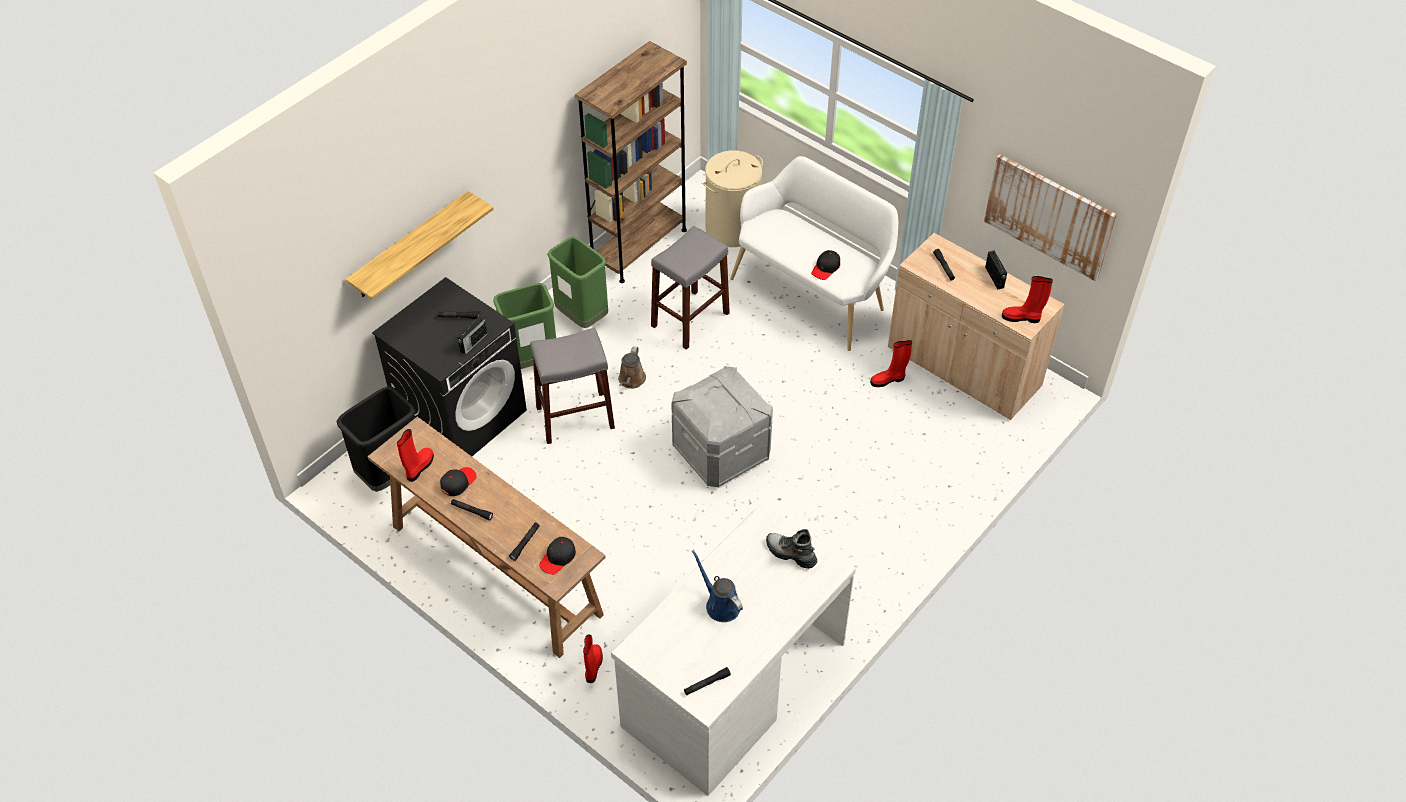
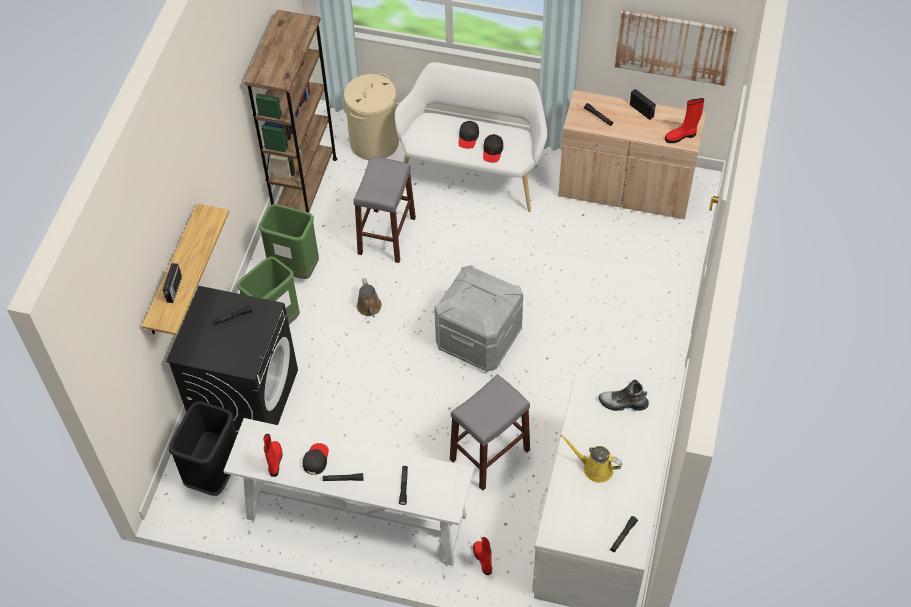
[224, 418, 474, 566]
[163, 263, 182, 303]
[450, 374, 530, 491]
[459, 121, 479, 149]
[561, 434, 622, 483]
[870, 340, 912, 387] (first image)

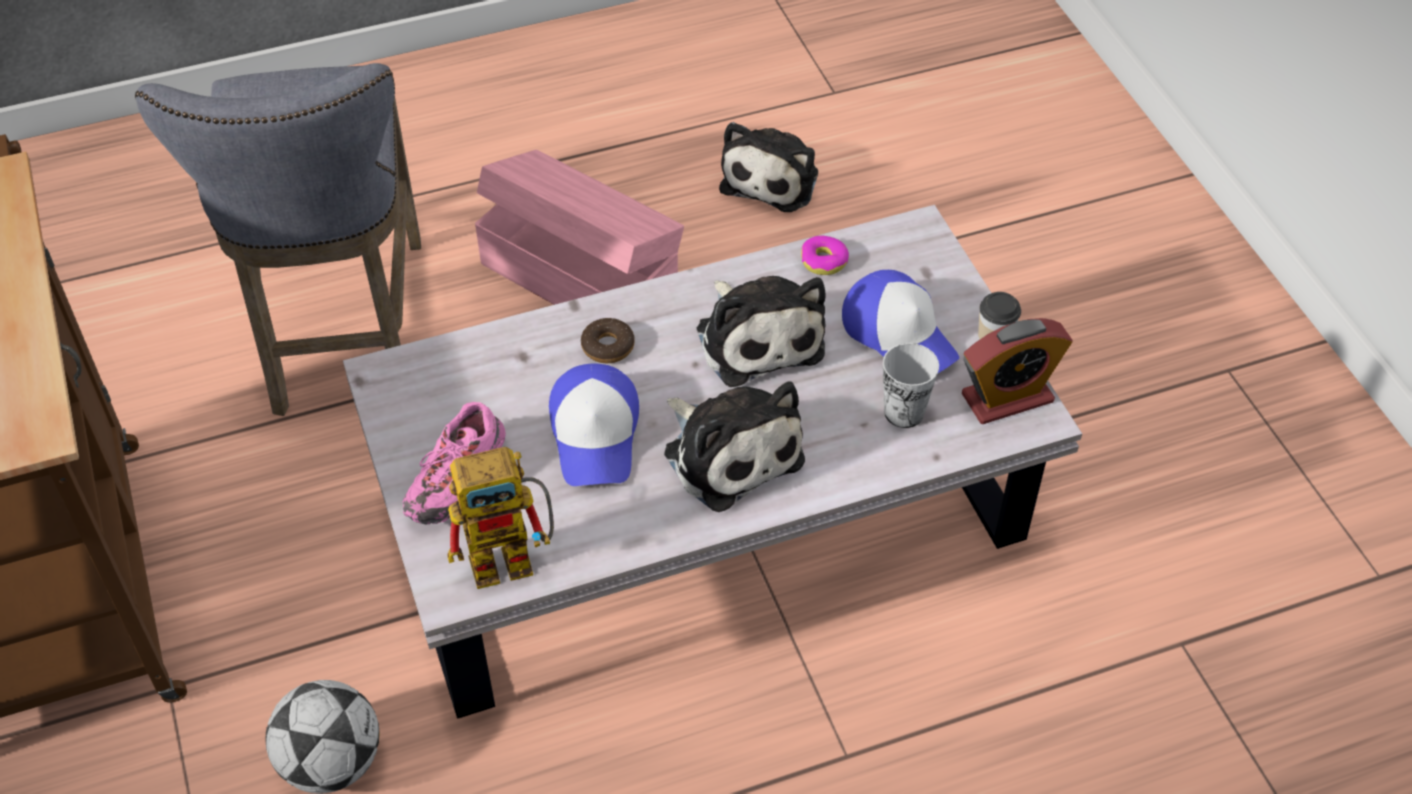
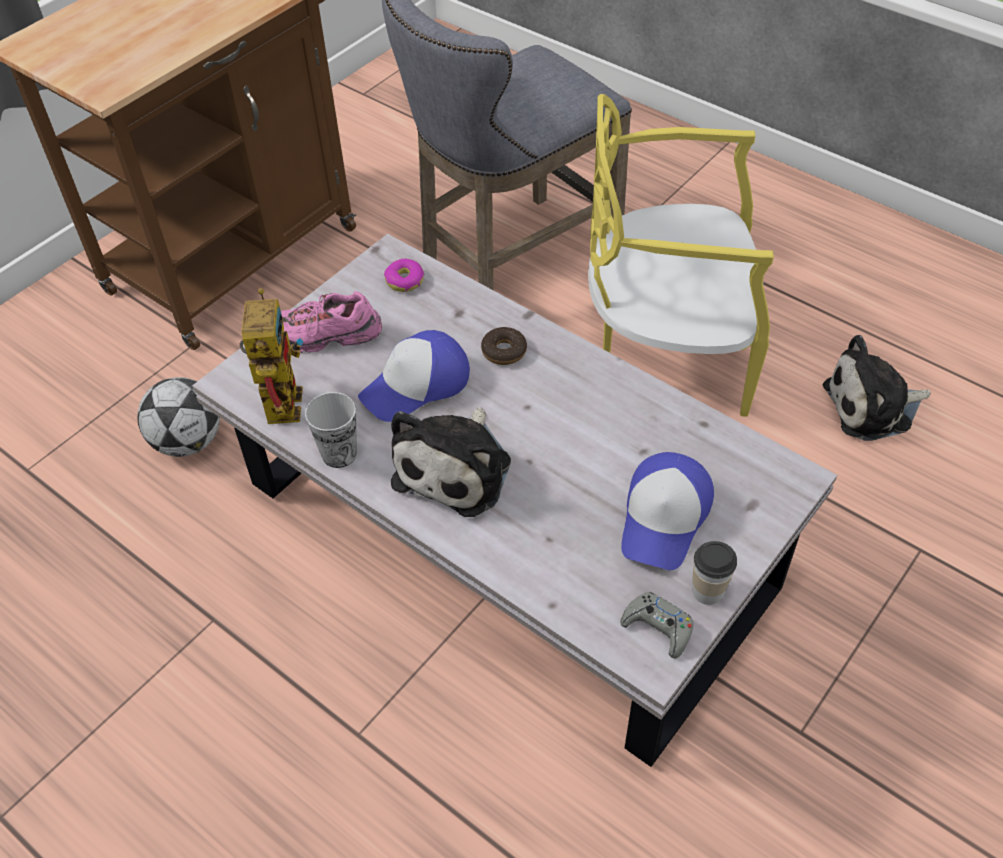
[239, 288, 303, 424]
[588, 94, 774, 416]
[697, 276, 826, 387] (first image)
[384, 259, 425, 292]
[305, 392, 357, 468]
[620, 592, 694, 658]

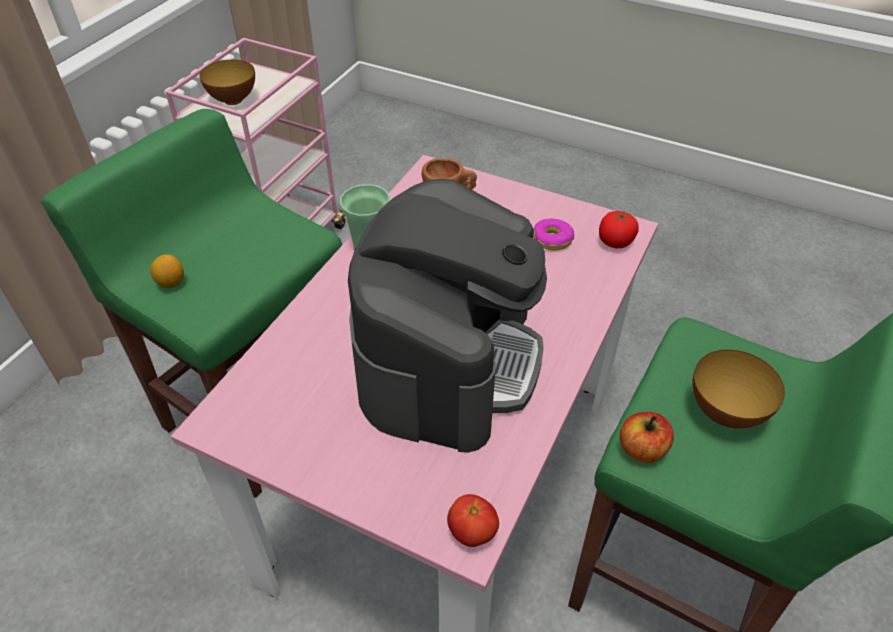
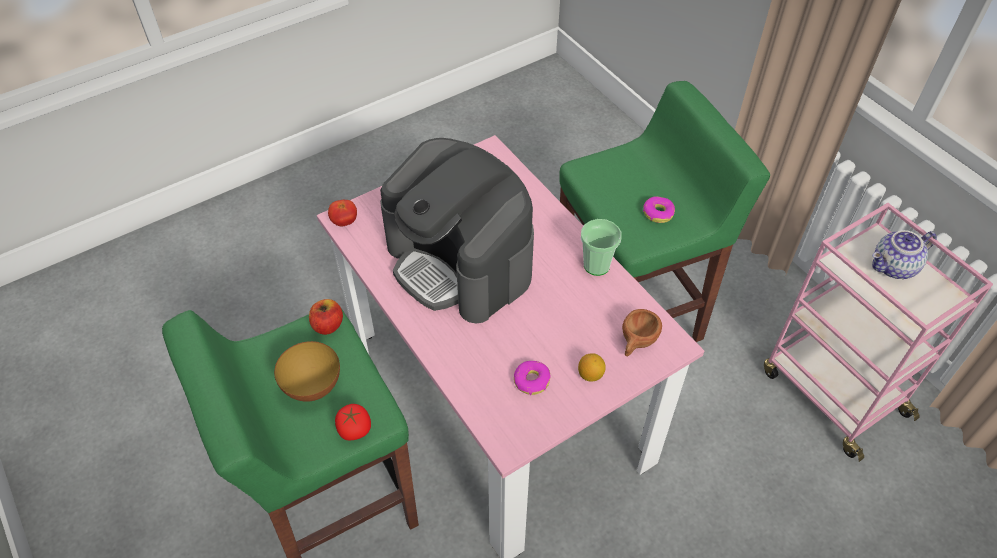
[578, 353, 606, 382]
[872, 230, 937, 279]
[335, 404, 371, 440]
[643, 196, 675, 223]

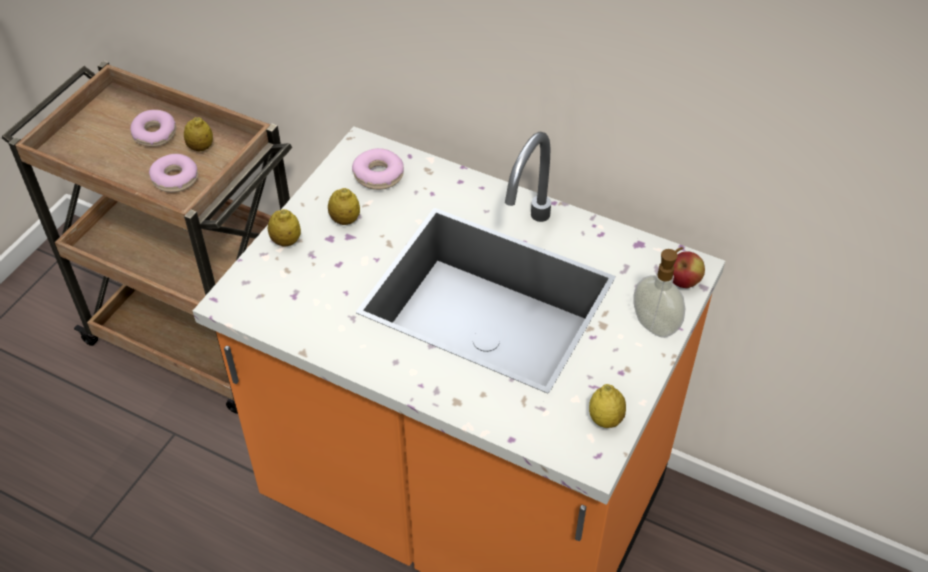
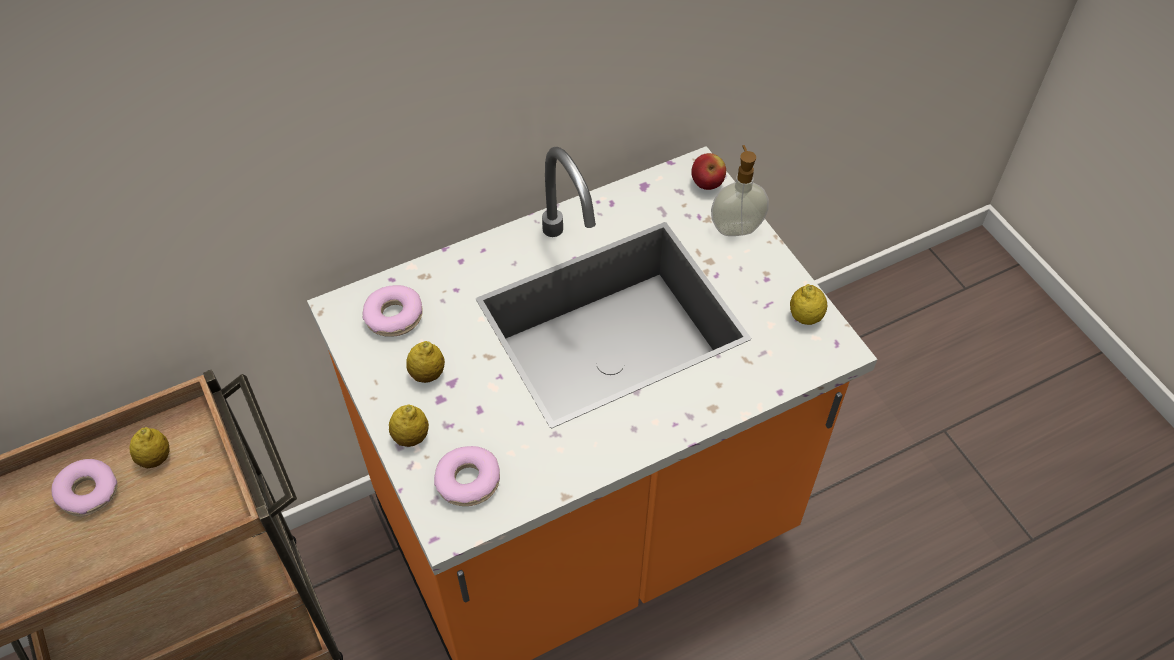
[434, 446, 500, 506]

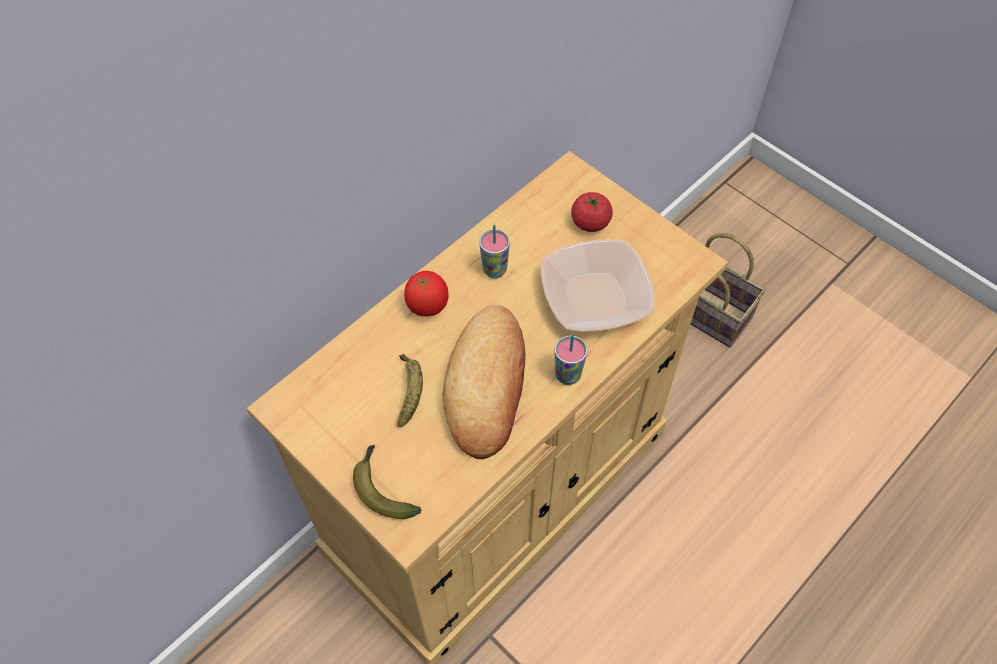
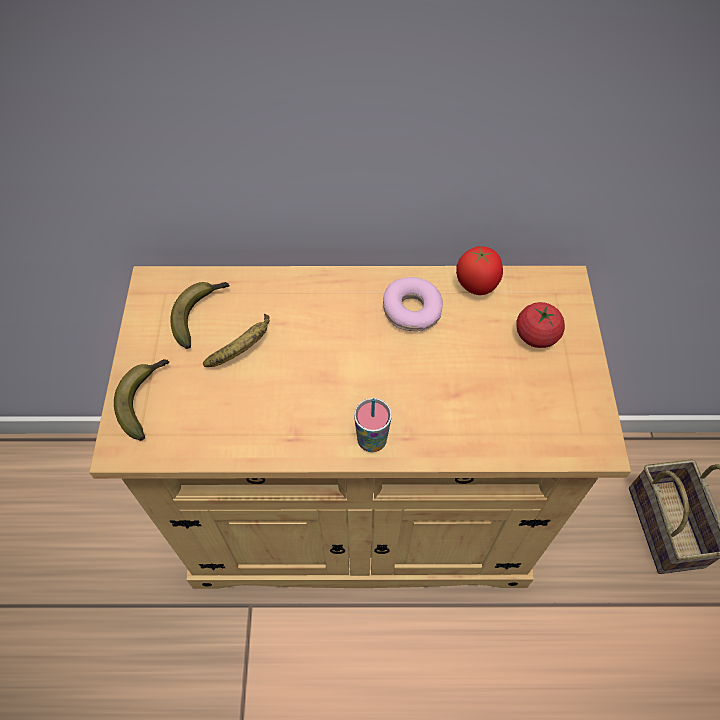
[456, 246, 503, 295]
[442, 305, 526, 459] (first image)
[383, 277, 443, 331]
[541, 239, 655, 332] (first image)
[171, 282, 230, 349]

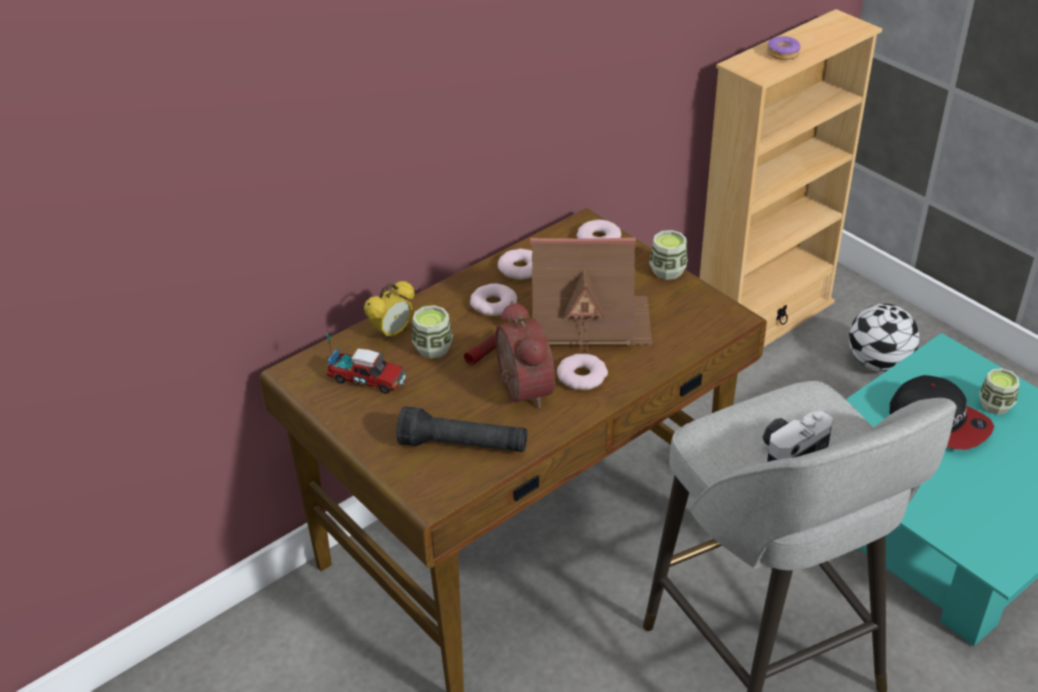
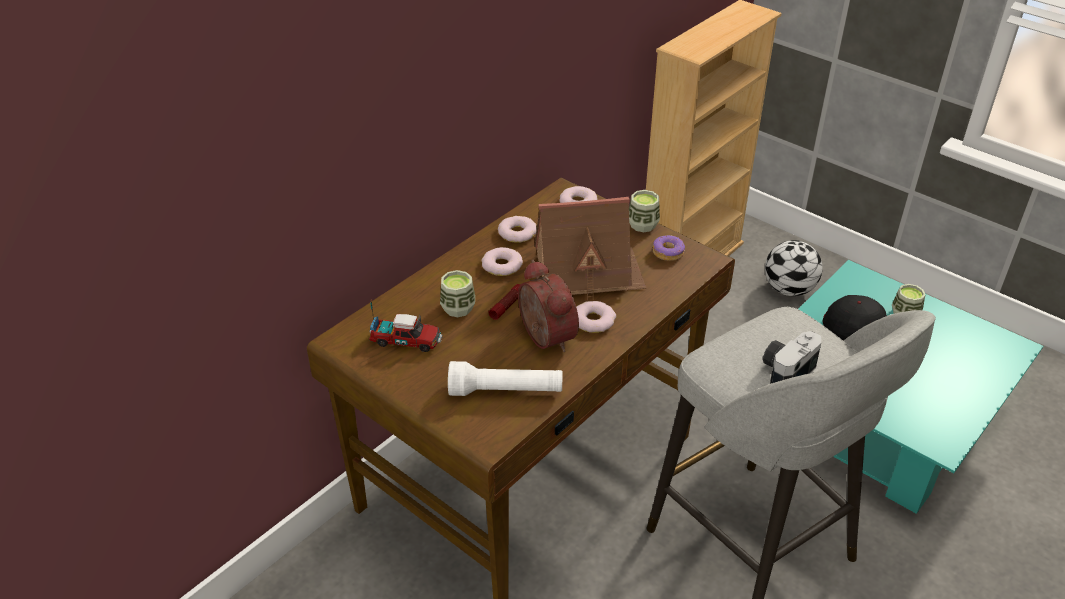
[364, 281, 415, 341] (first image)
[448, 361, 563, 396]
[653, 235, 685, 261]

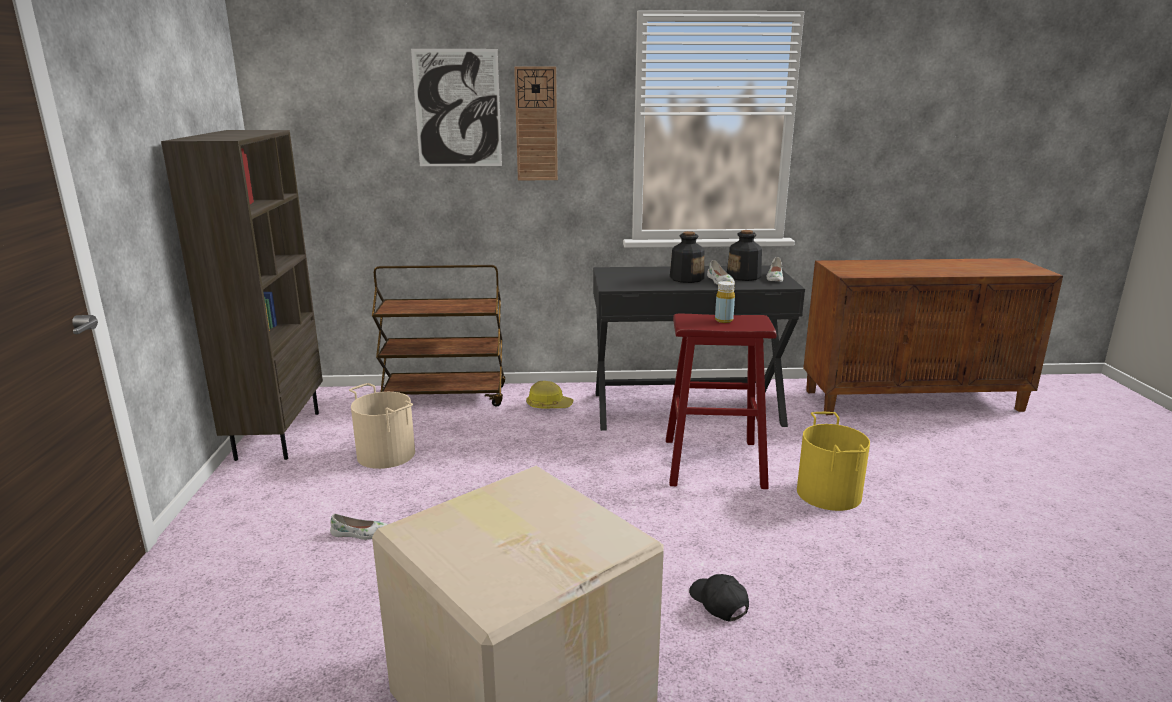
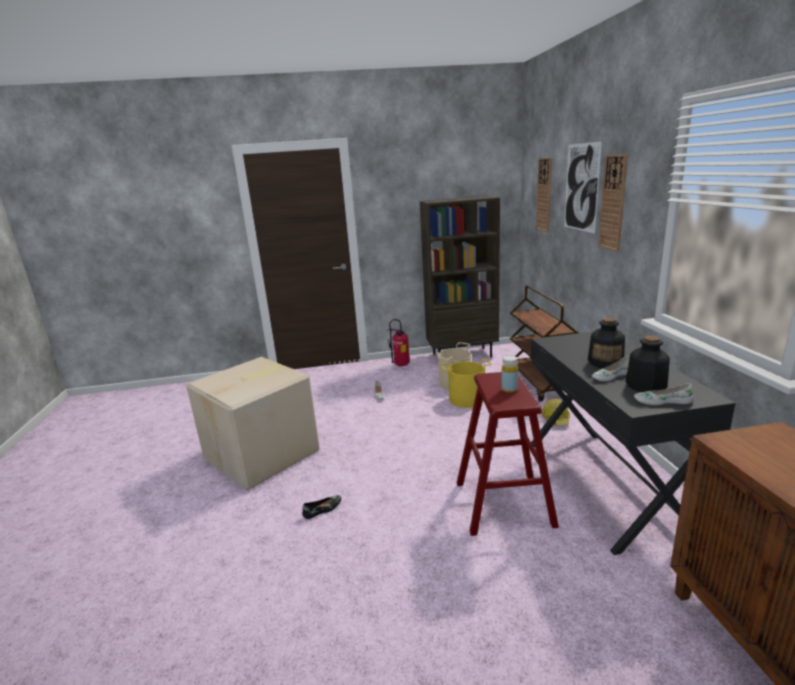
[302, 495, 341, 519]
[441, 359, 491, 408]
[387, 319, 410, 366]
[536, 158, 552, 232]

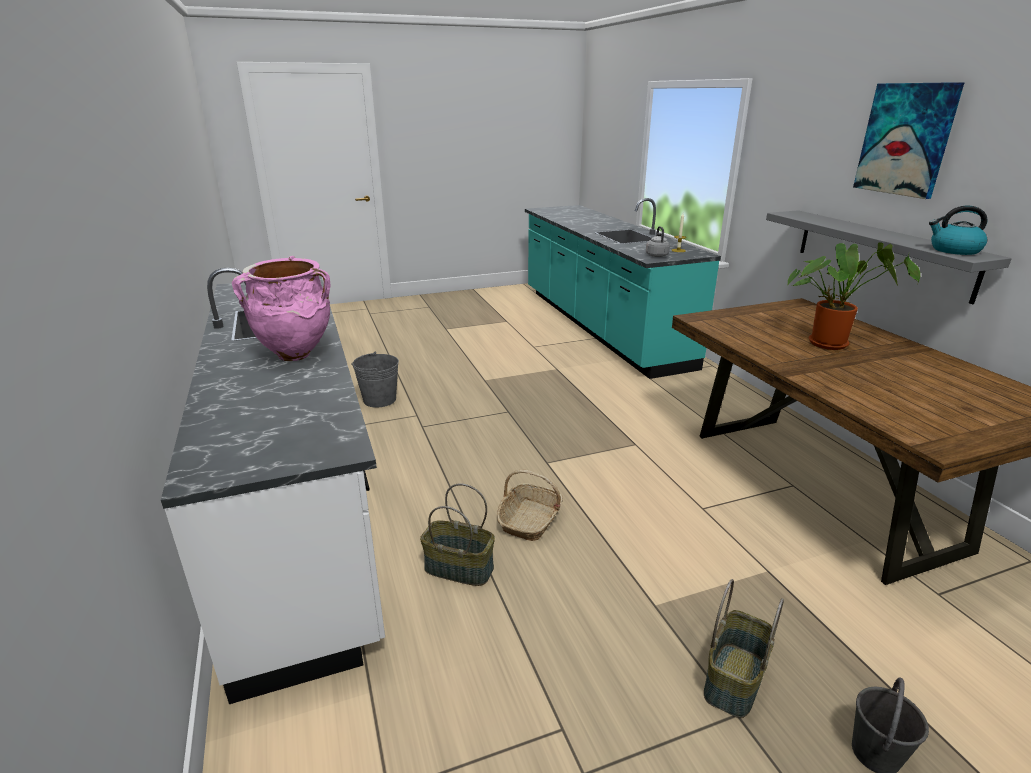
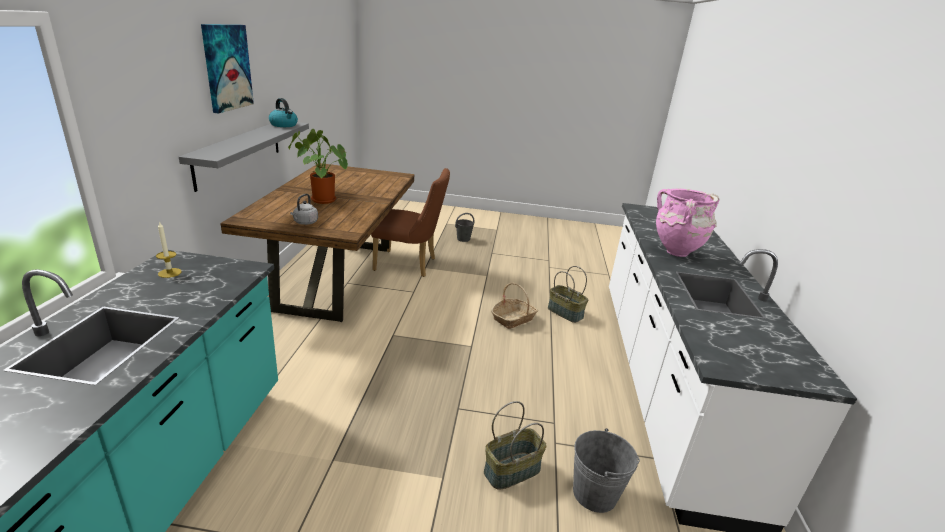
[290, 194, 318, 225]
[484, 401, 547, 490]
[371, 168, 450, 277]

